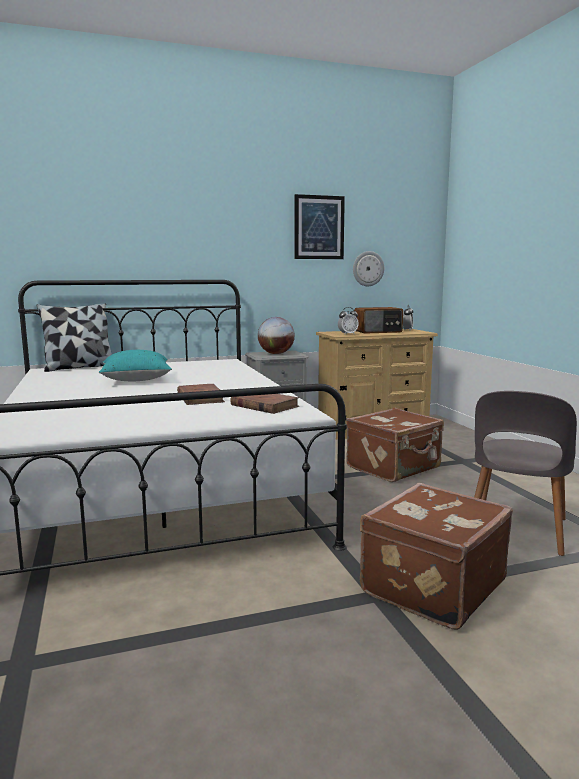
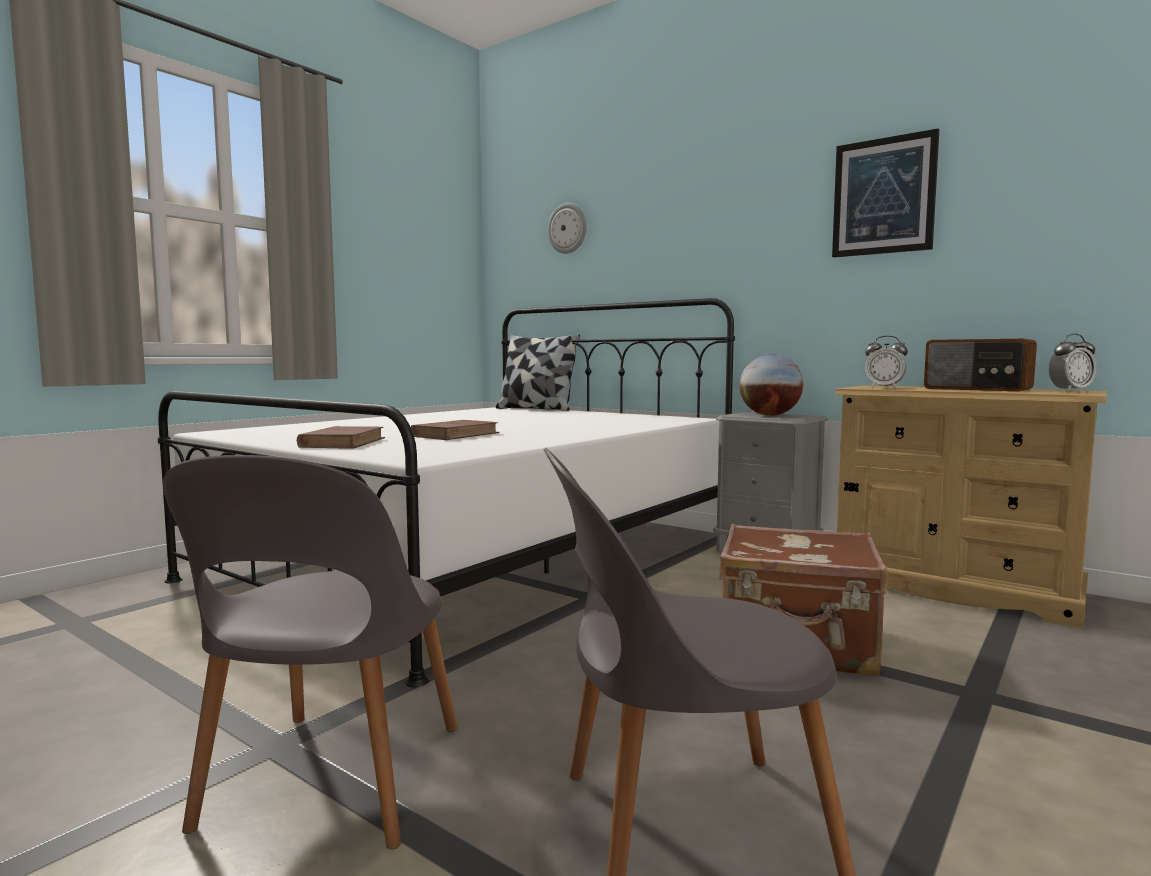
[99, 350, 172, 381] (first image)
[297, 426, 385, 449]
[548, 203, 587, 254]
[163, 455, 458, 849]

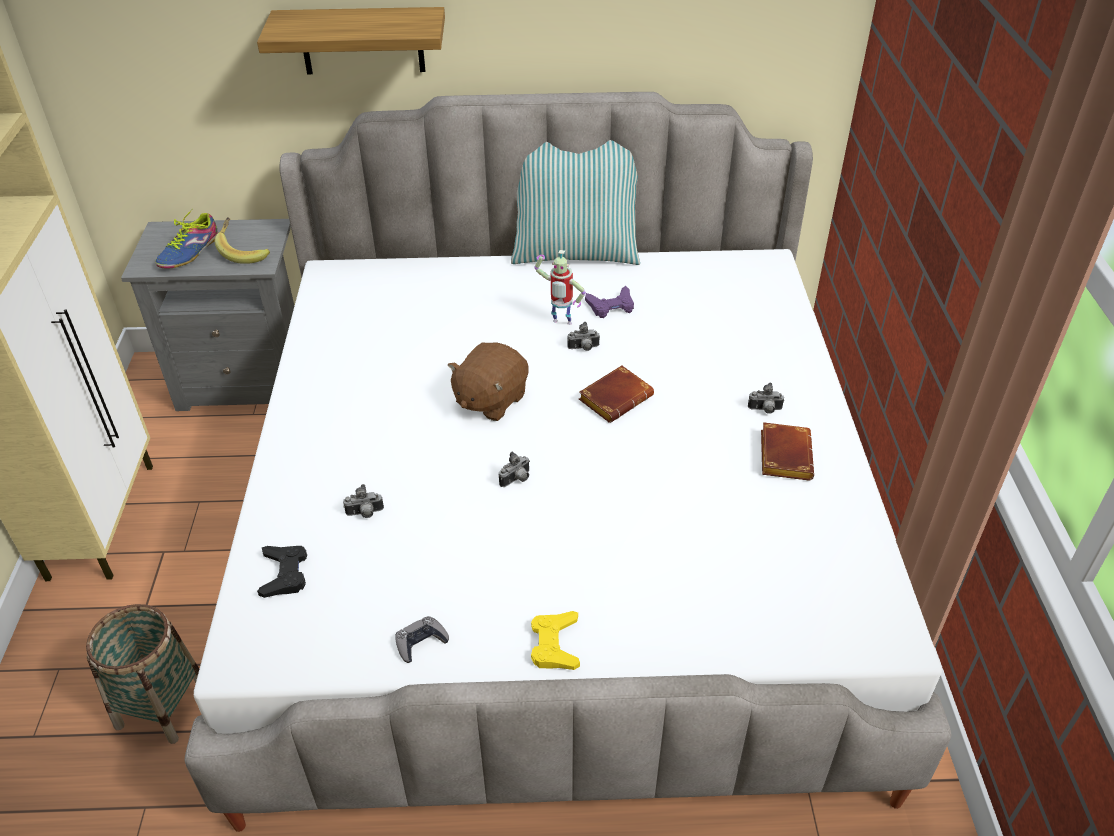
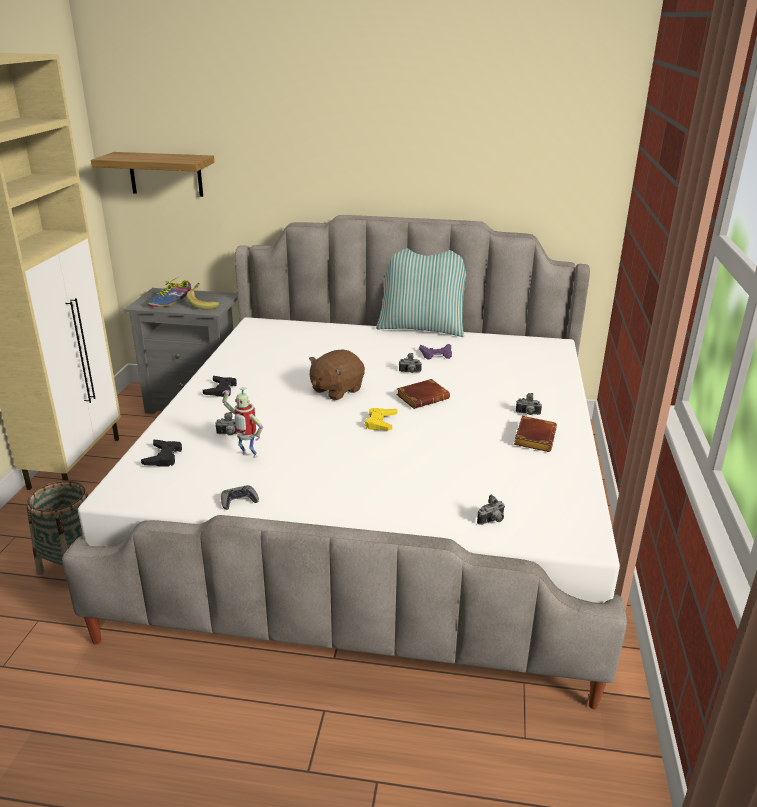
[91, 152, 214, 197]
[477, 495, 505, 525]
[365, 408, 398, 430]
[222, 387, 263, 458]
[203, 376, 237, 397]

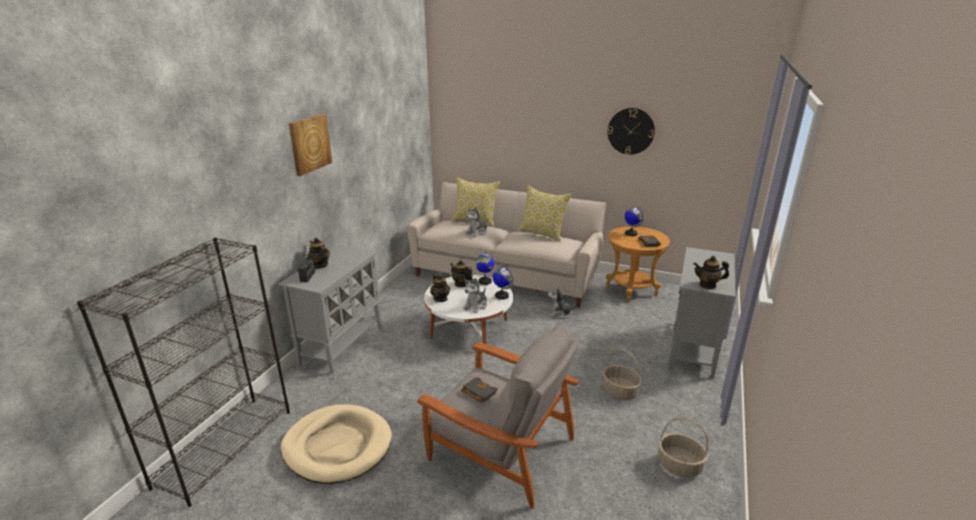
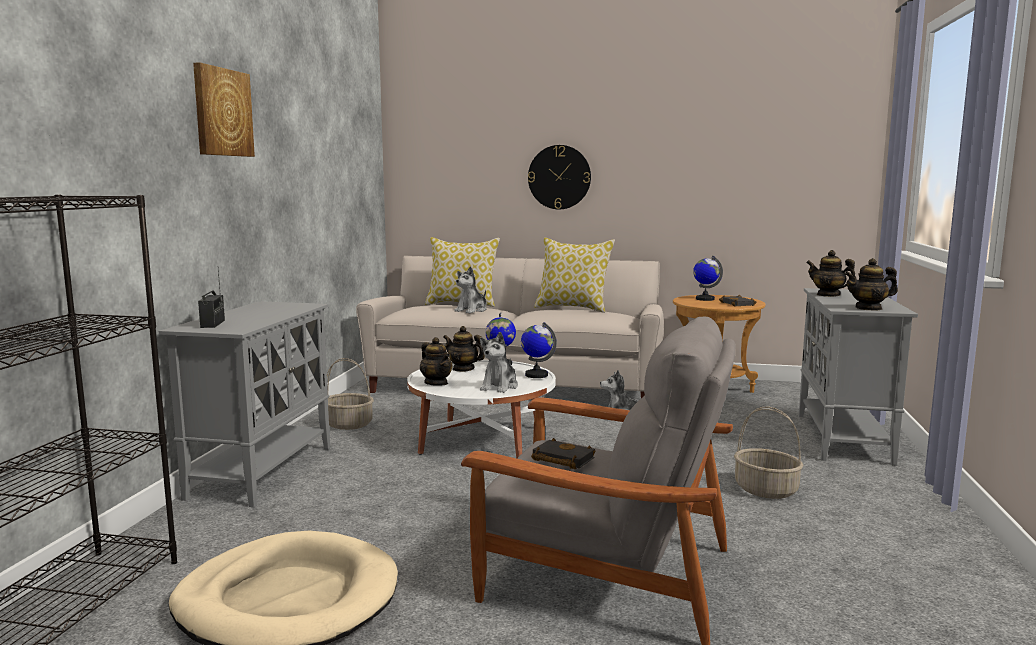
[806, 250, 857, 297]
[528, 145, 591, 209]
[327, 358, 374, 430]

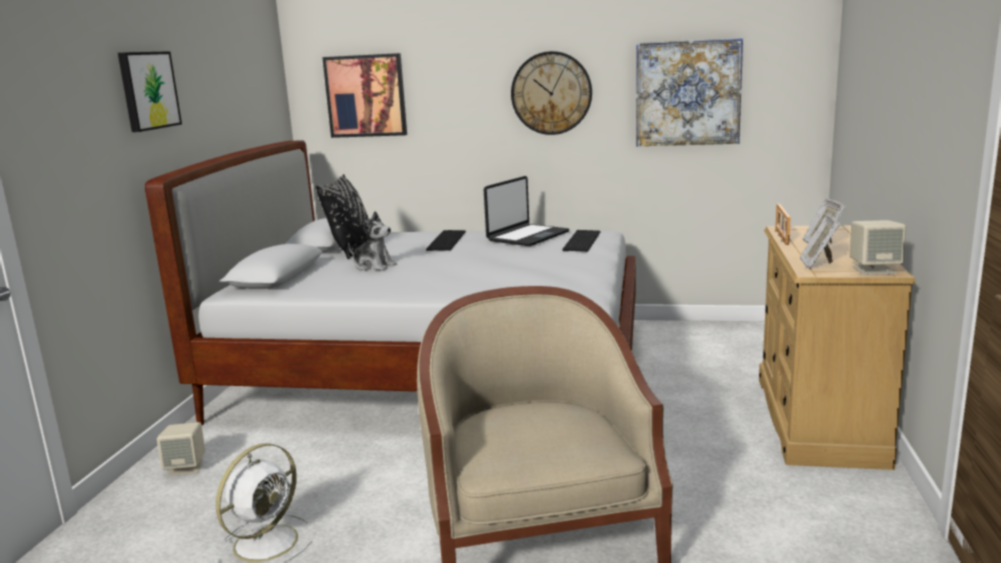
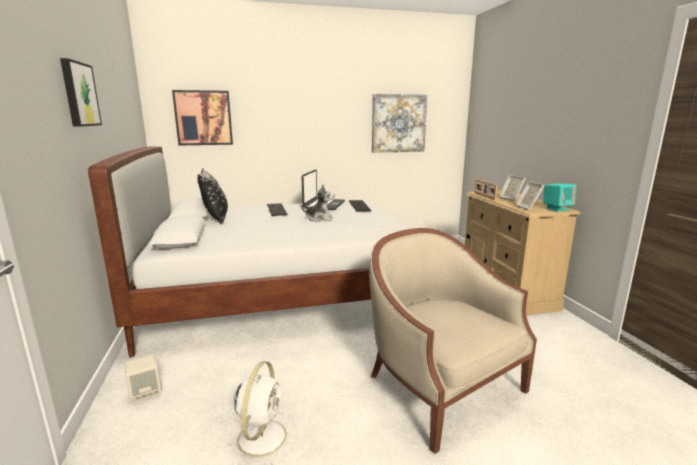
[301, 185, 335, 222]
[511, 51, 592, 135] (first image)
[543, 183, 576, 212]

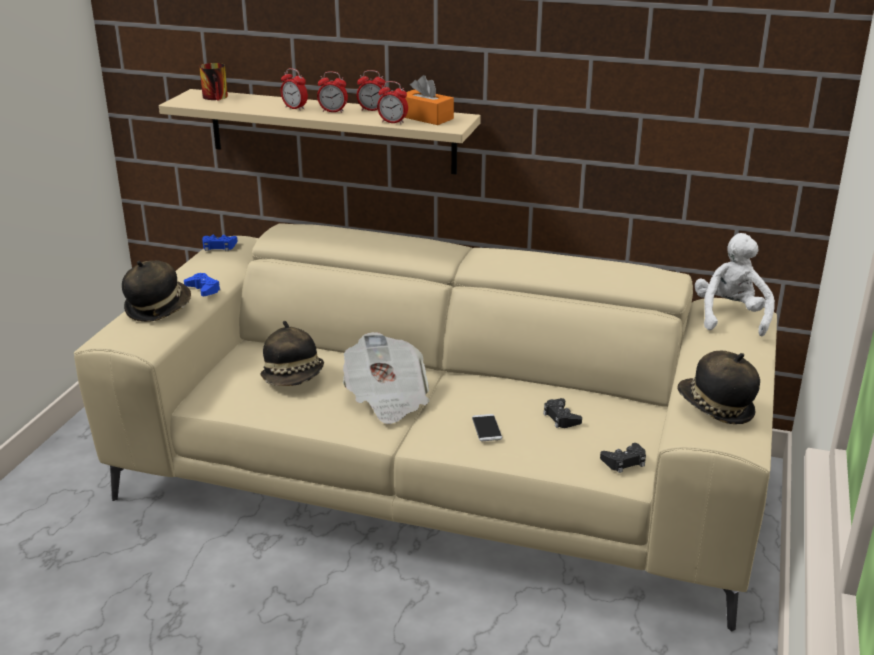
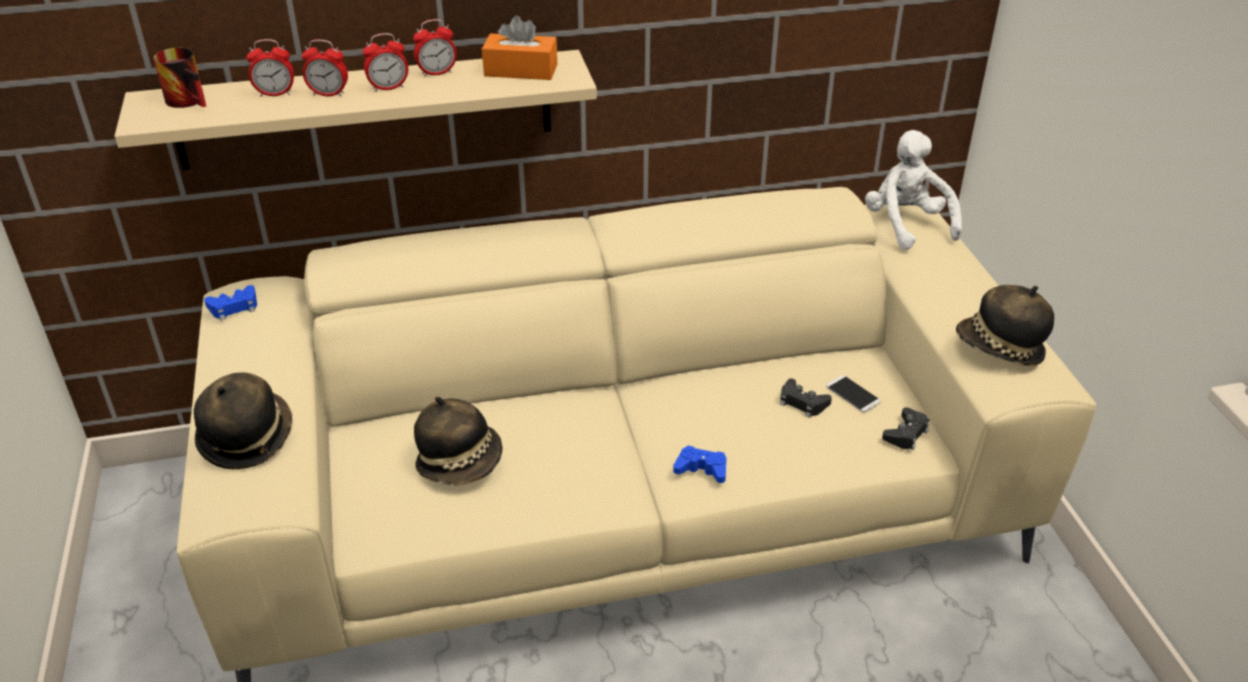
[673, 446, 726, 483]
[343, 332, 430, 424] (first image)
[246, 39, 294, 97]
[826, 375, 881, 412]

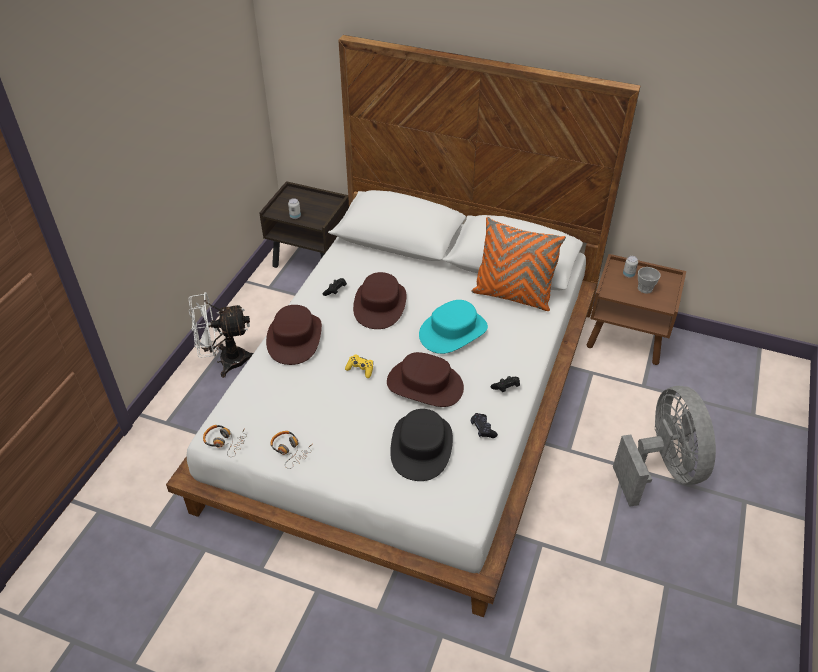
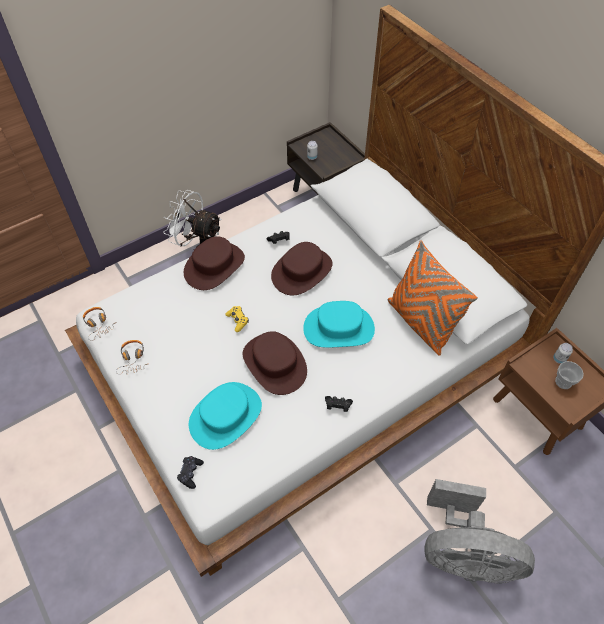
[189, 382, 262, 450]
[177, 456, 204, 489]
[424, 479, 535, 584]

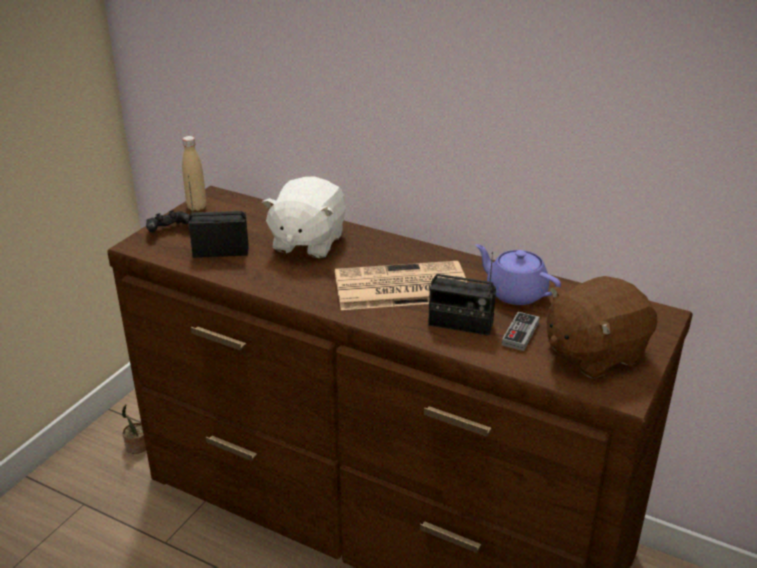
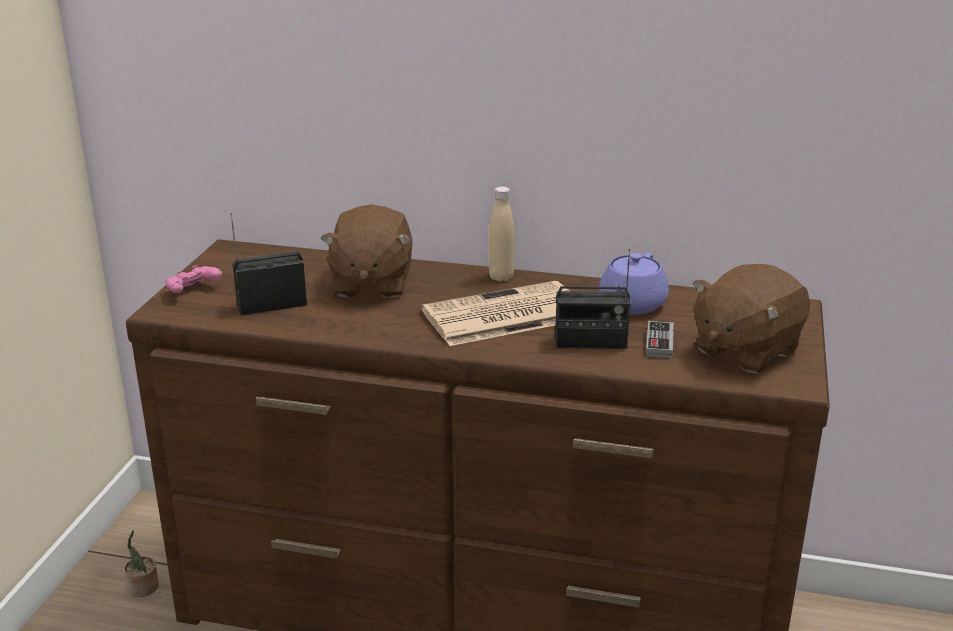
[165, 265, 222, 293]
[489, 187, 514, 282]
[320, 204, 413, 298]
[599, 253, 669, 314]

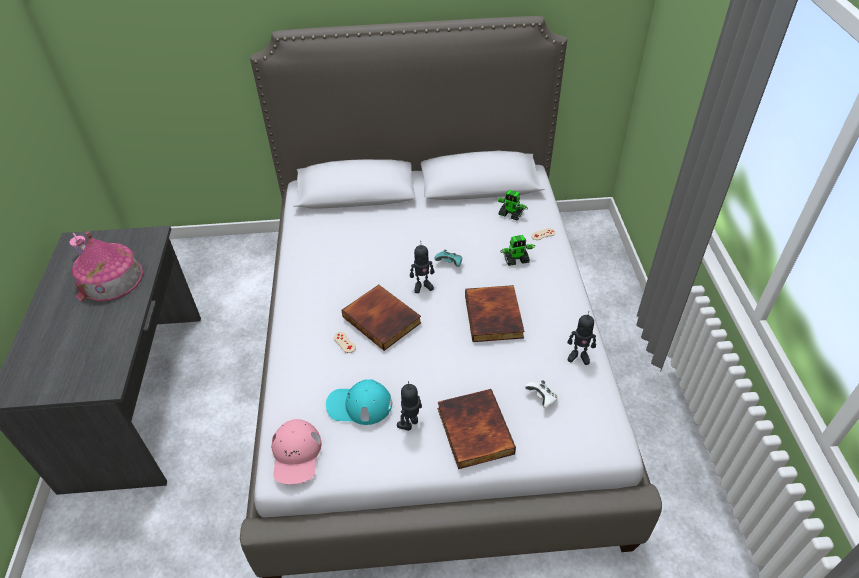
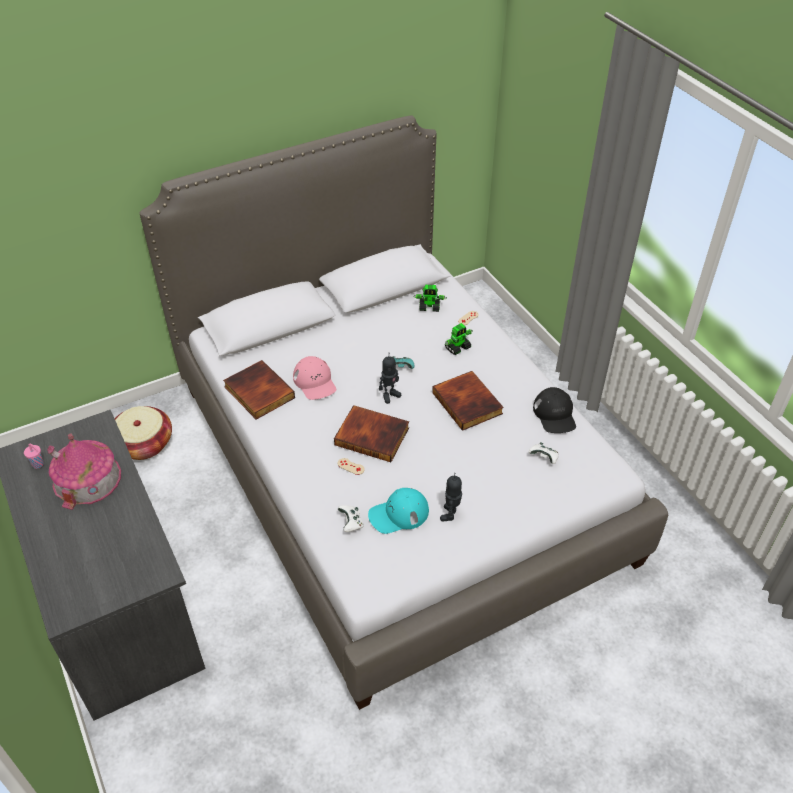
[293, 356, 336, 400]
[223, 360, 295, 420]
[533, 387, 576, 433]
[115, 406, 172, 460]
[338, 505, 364, 532]

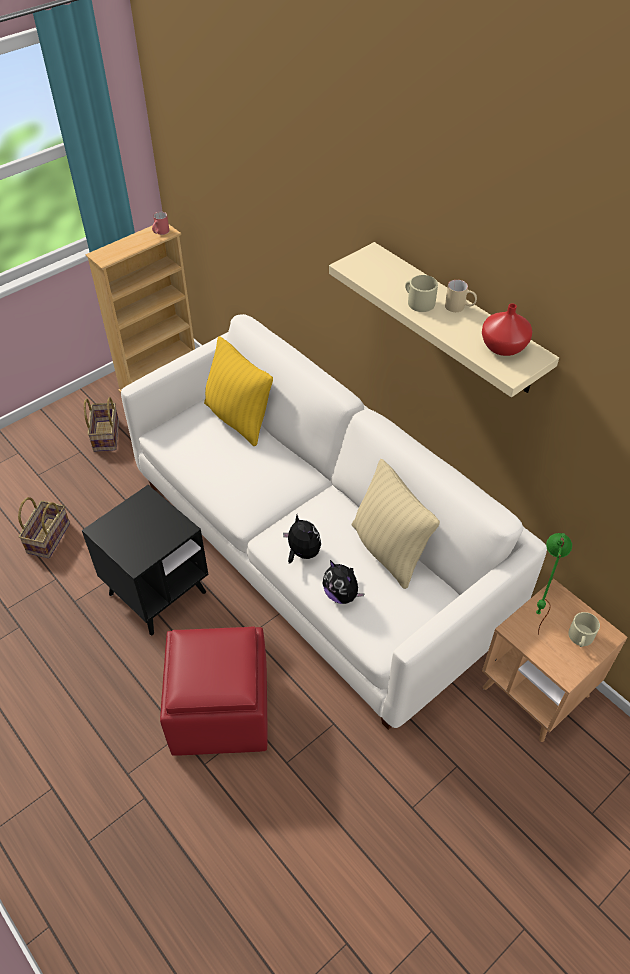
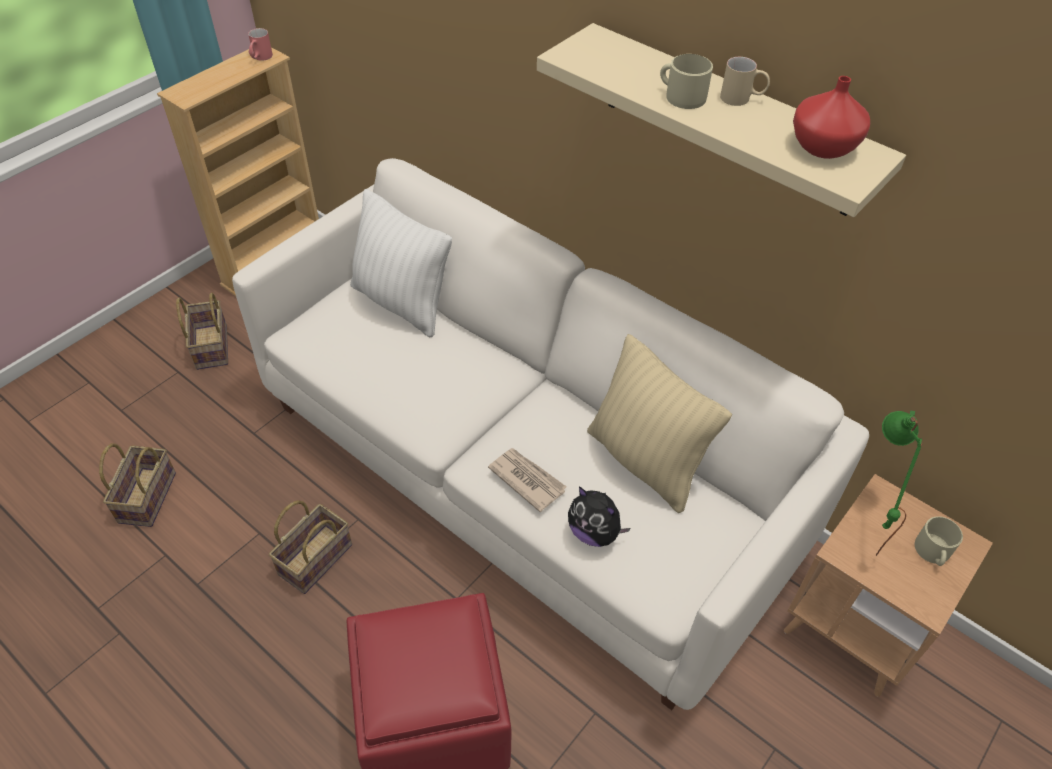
[269, 500, 352, 594]
[350, 189, 452, 337]
[488, 448, 567, 512]

